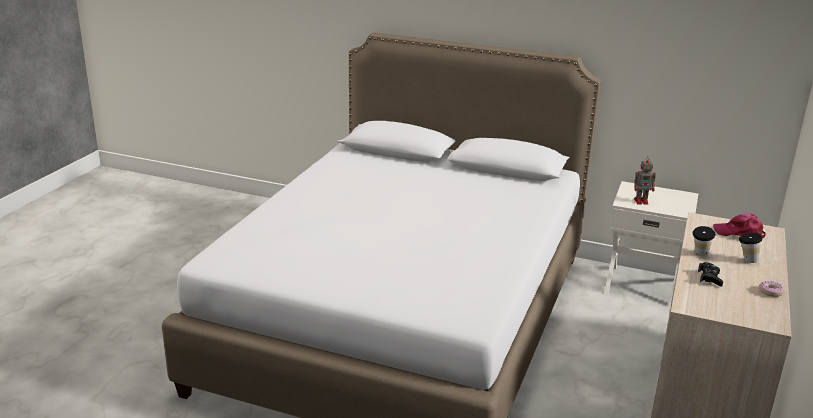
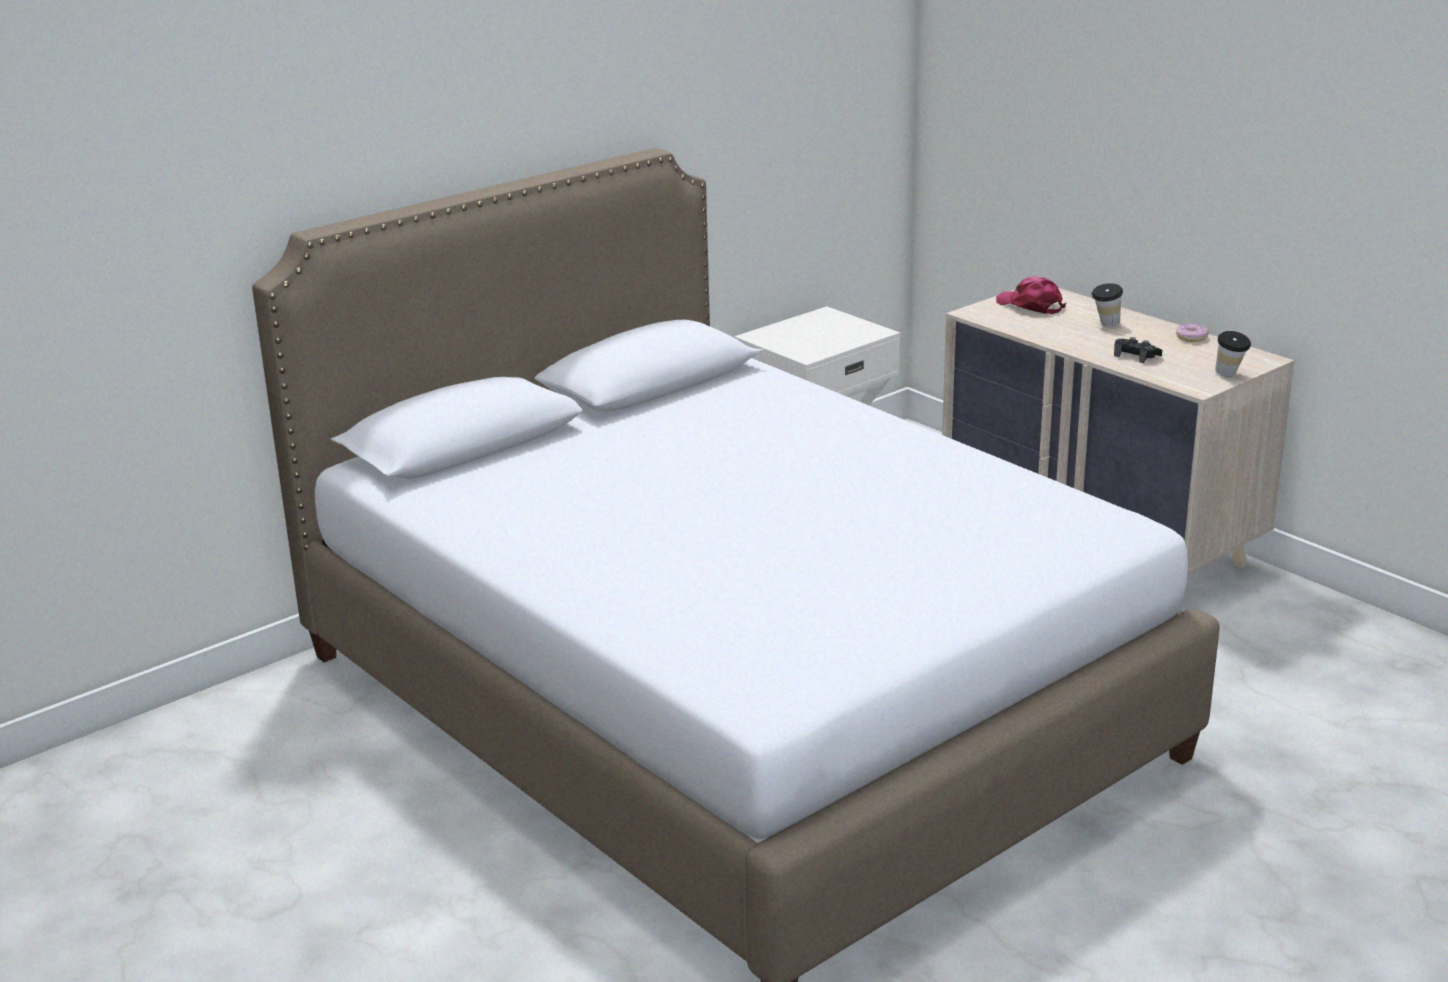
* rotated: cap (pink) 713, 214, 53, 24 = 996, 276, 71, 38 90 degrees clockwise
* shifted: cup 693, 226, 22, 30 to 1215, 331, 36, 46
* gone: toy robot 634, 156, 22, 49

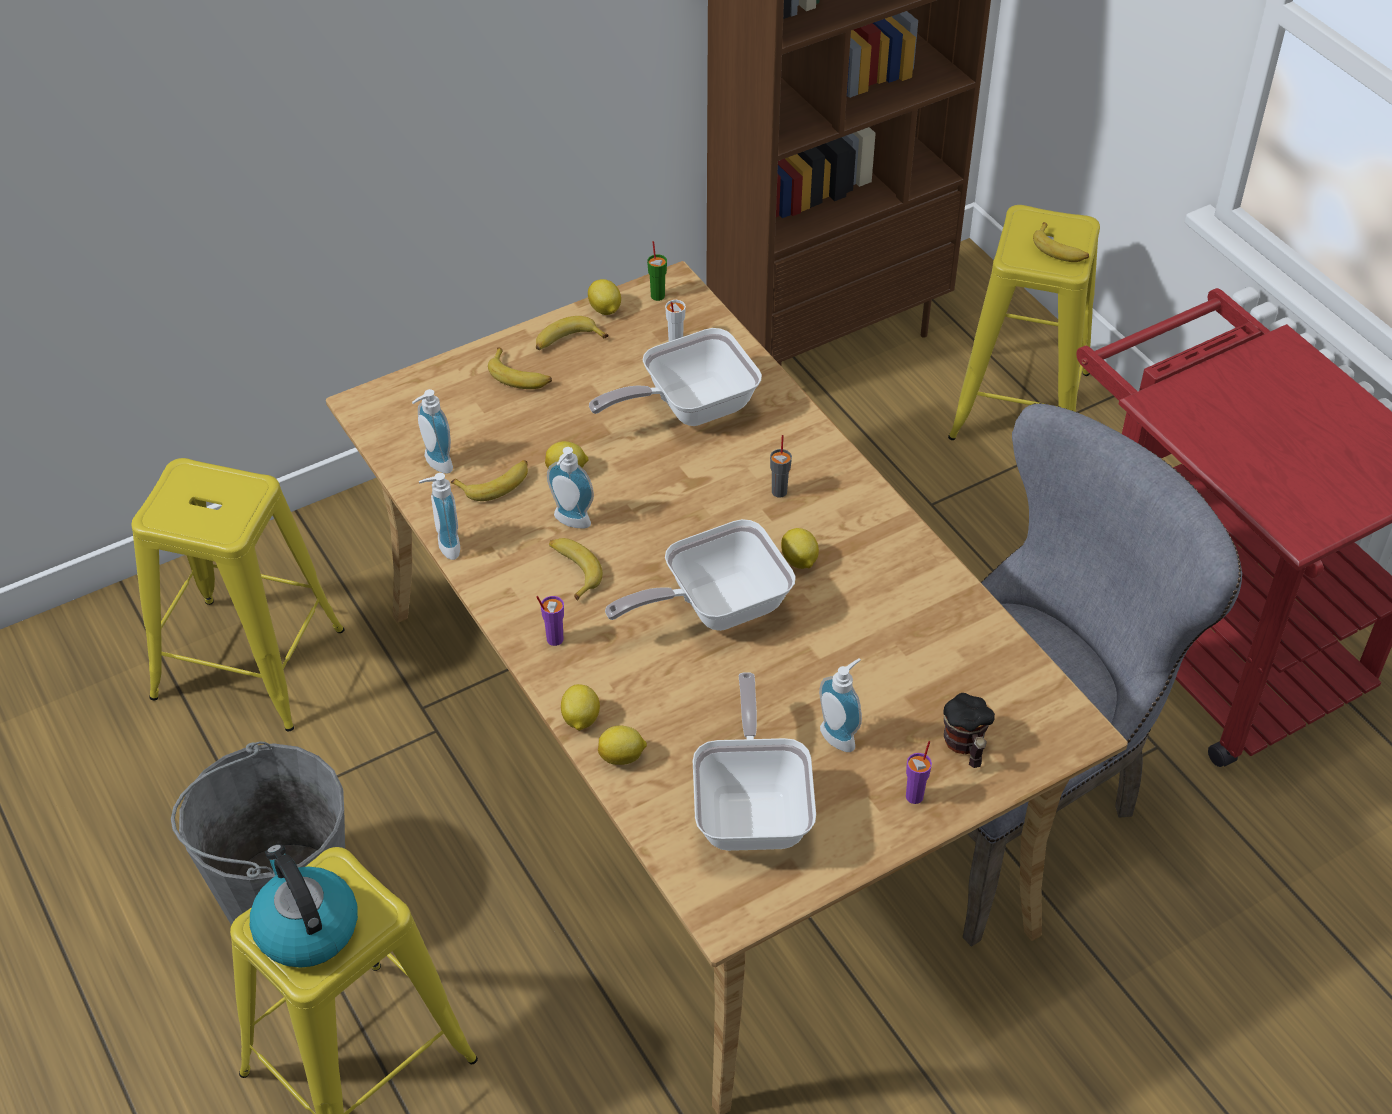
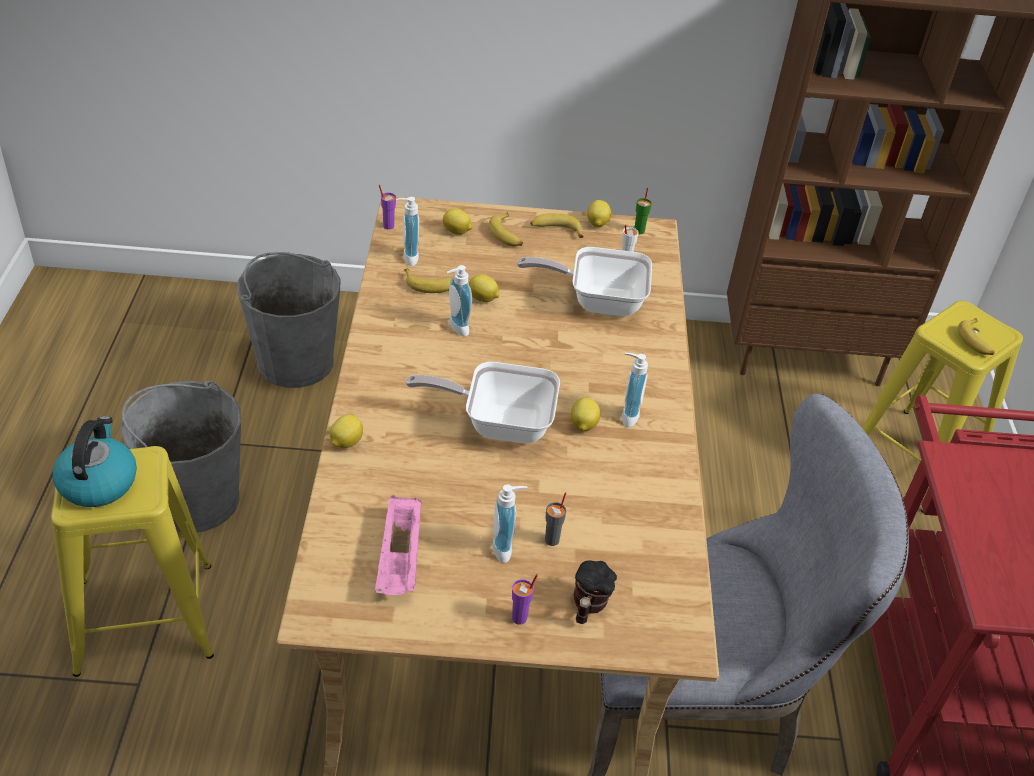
* swapped: stool (yellow) 132, 458, 212, 273 to bucket (grey) 237, 252, 104, 136
* swapped: frying pan 693, 672, 123, 179 to tray (pink) 375, 495, 47, 100
* shifted: cup (purple) 536, 596, 28, 50 to 379, 185, 17, 45
* shifted: lemon 598, 726, 49, 39 to 443, 208, 29, 27
* shifted: cup (grey) 770, 435, 22, 63 to 545, 492, 21, 54
* shifted: soap dispenser 419, 473, 41, 87 to 622, 353, 26, 74
* gone: banana 549, 538, 54, 63

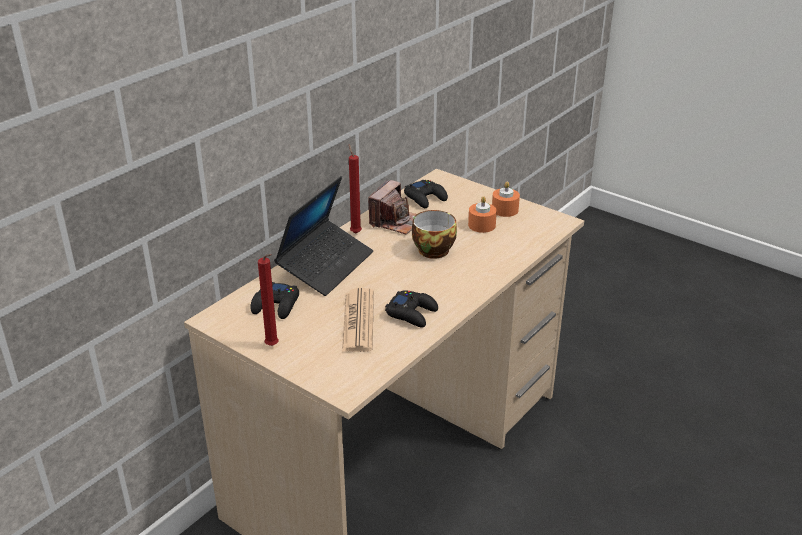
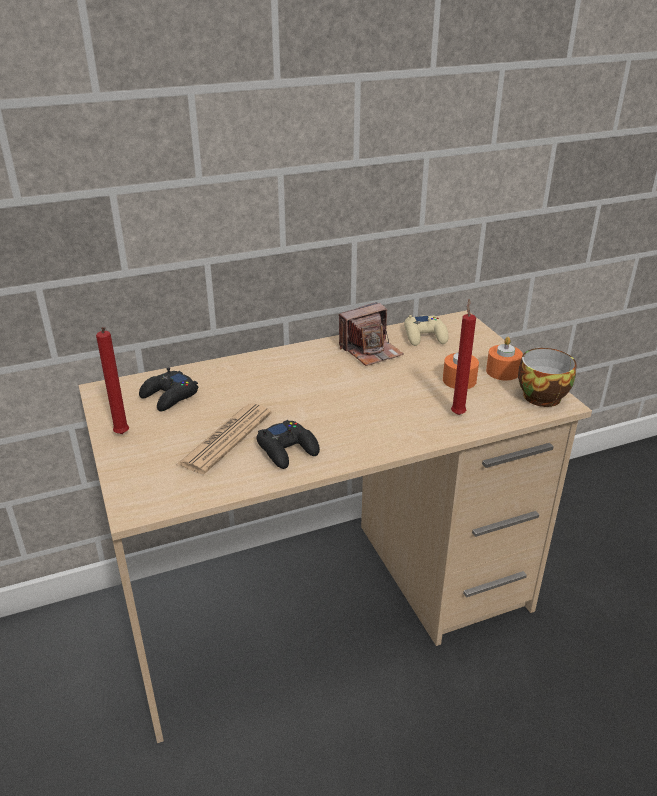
* repainted: game controller (black) 404, 180, 44, 28 to game controller (beige) 404, 315, 45, 31
* shifted: candle (red) 349, 144, 13, 89 to 451, 299, 25, 116
* shifted: cup 412, 210, 45, 49 to 518, 348, 59, 59
* gone: laptop 274, 176, 99, 120

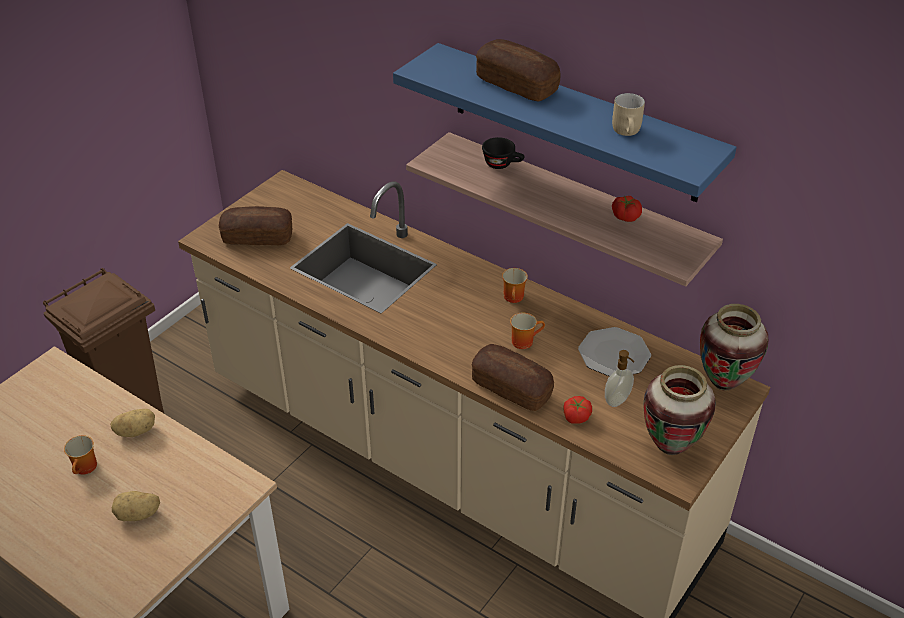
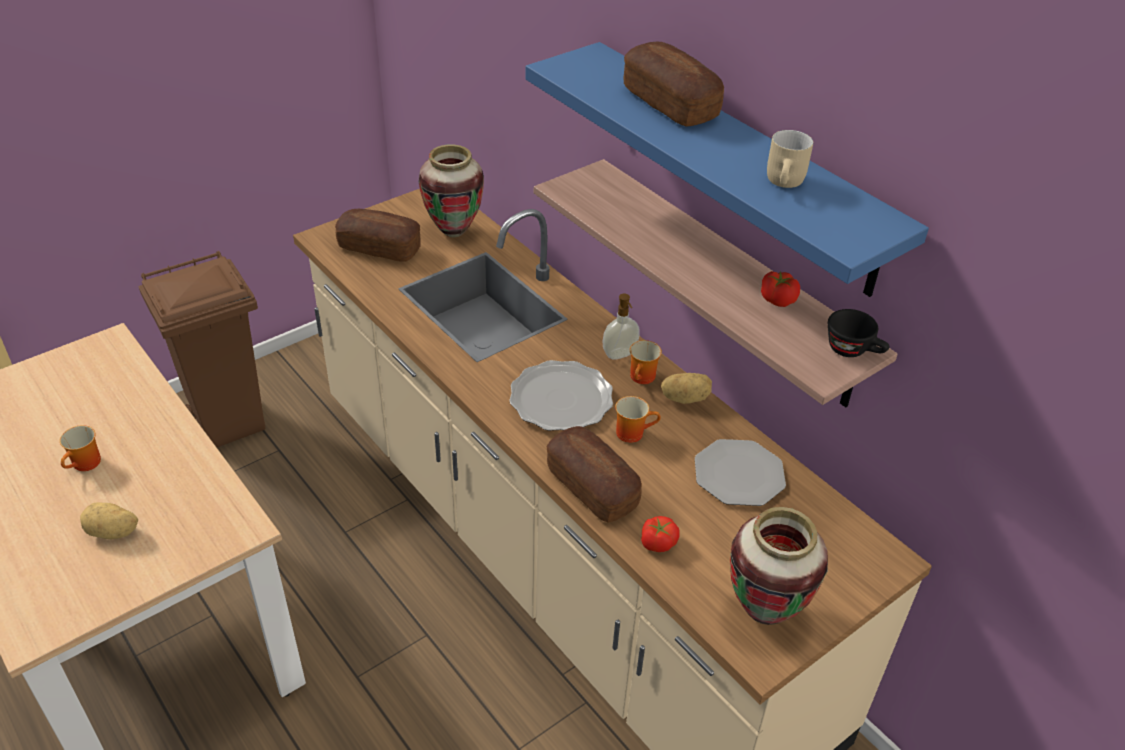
* shifted: vase 700, 304, 68, 87 to 419, 144, 65, 93
* new: plate 509, 360, 104, 71
* shifted: soap dispenser 605, 350, 29, 57 to 603, 294, 37, 66
* shifted: potato 110, 409, 45, 28 to 661, 373, 51, 31
* shifted: cup (black) 482, 137, 43, 32 to 828, 309, 62, 48

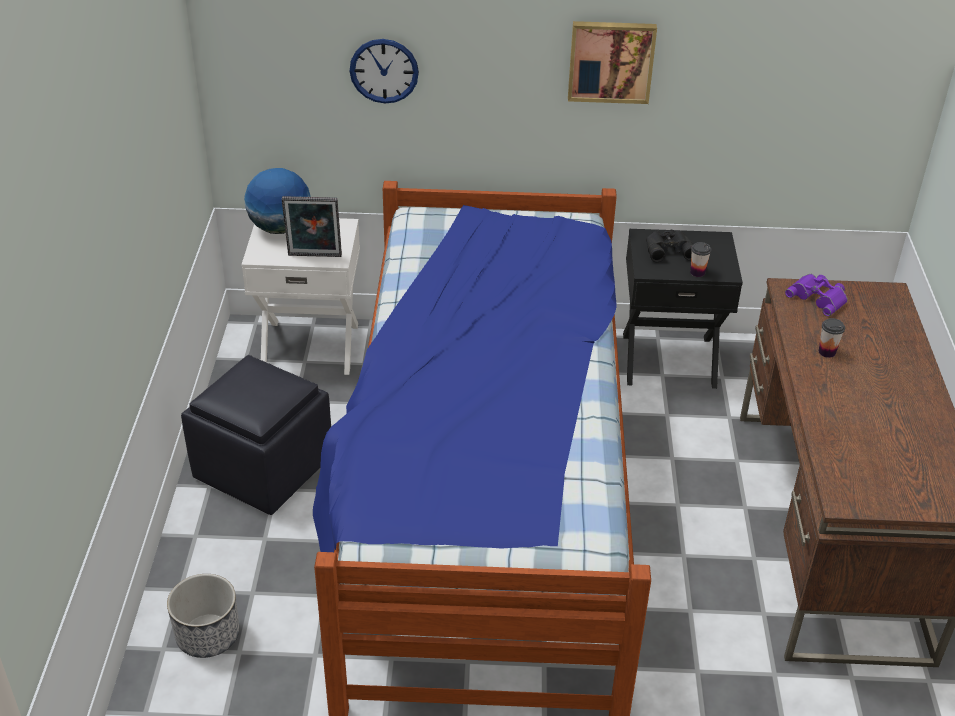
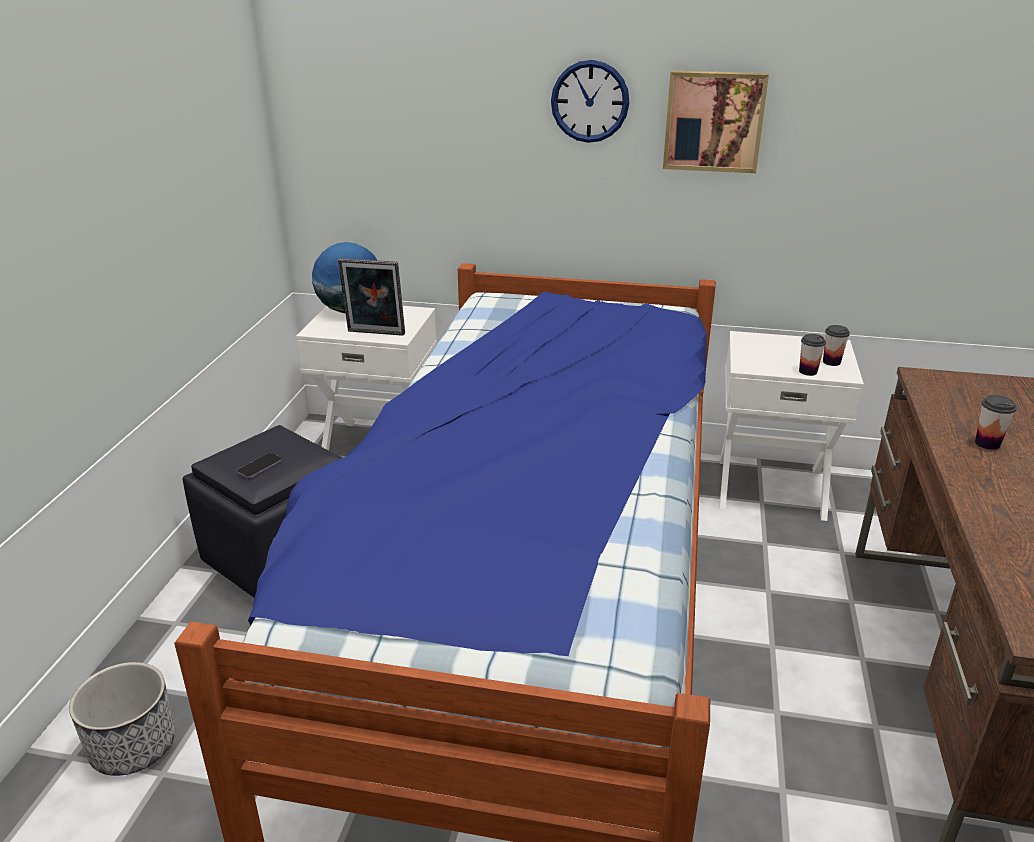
* new: phone 237, 453, 45, 25
* shifted: wall clock 350, 39, 69, 65 to 551, 60, 78, 83
* repainted: nightstand (black) 623, 229, 120, 160 to nightstand (white) 720, 331, 144, 190
* new: cup 823, 325, 27, 41
* gone: binoculars (black) 646, 230, 48, 32
* gone: binoculars (purple) 785, 274, 63, 42

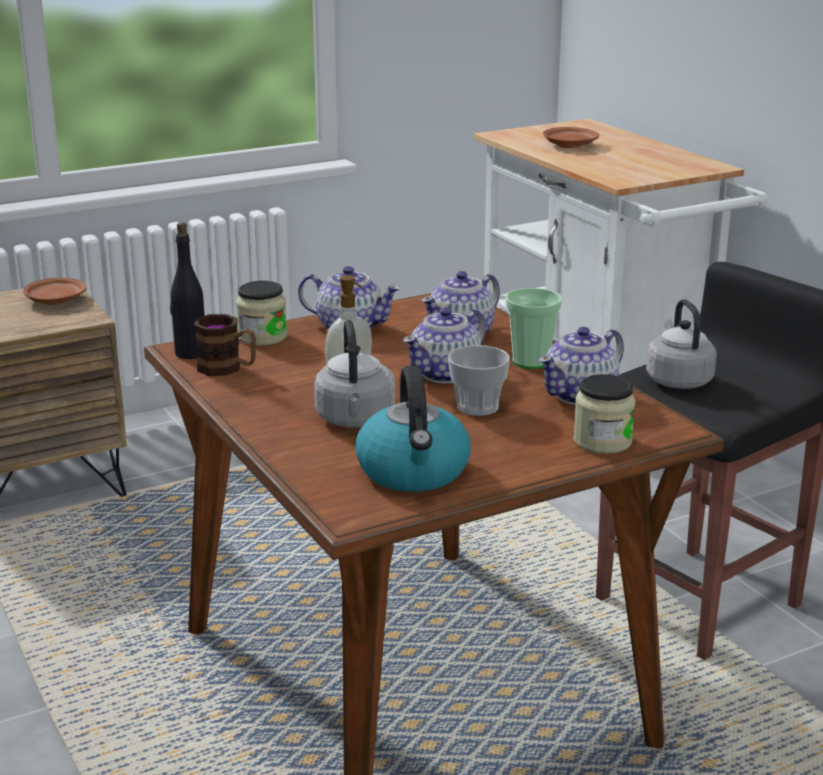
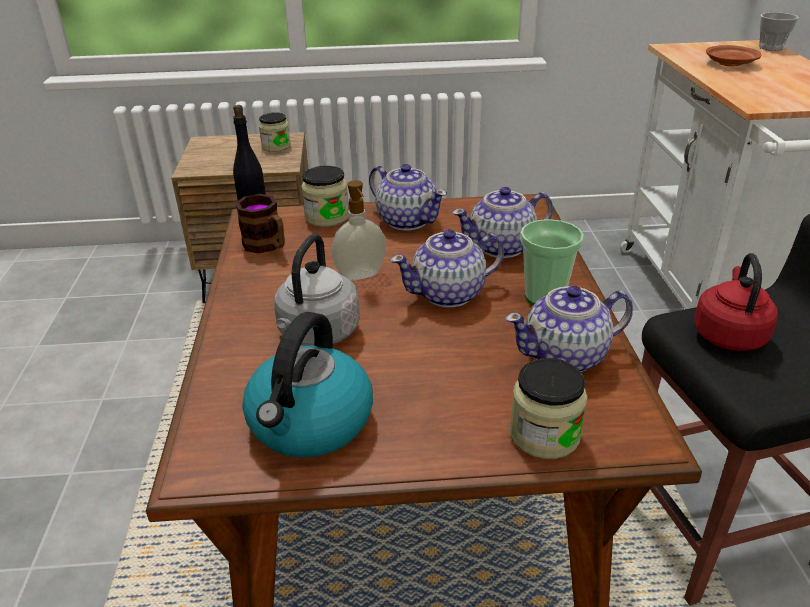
* swapped: plate (brown) 23, 278, 63, 27 to jar 259, 112, 32, 40
* repainted: kettle (grey) 646, 299, 71, 90 to kettle (red) 694, 253, 84, 98
* shifted: cup 448, 345, 62, 71 to 759, 12, 39, 39

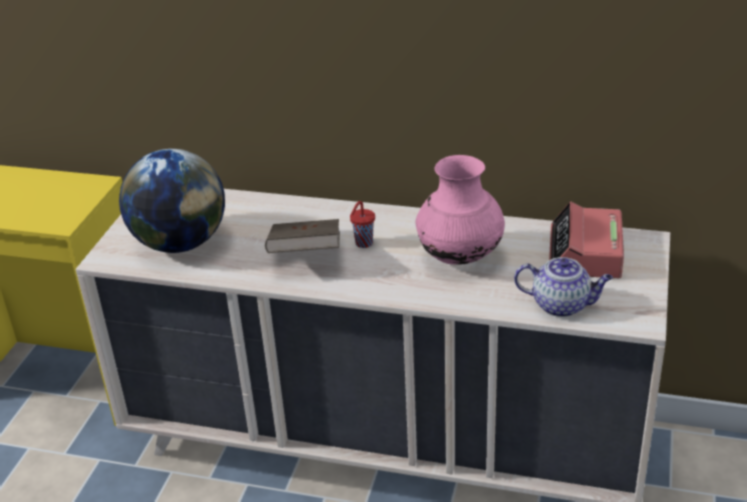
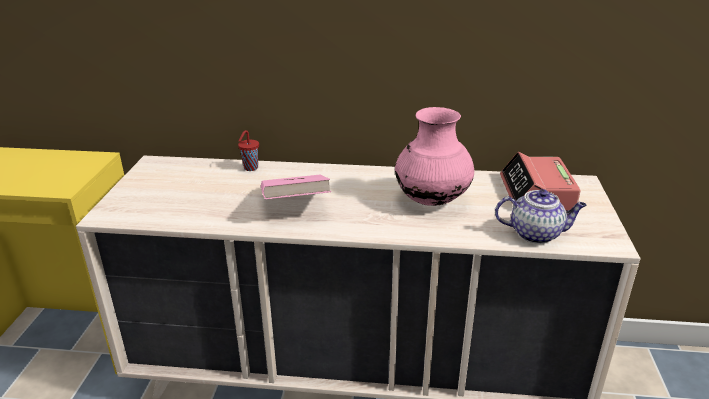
* shifted: cup (red) 350, 201, 25, 47 to 238, 130, 21, 41
* repainted: book (brown) 265, 219, 75, 34 to book (pink) 261, 175, 70, 24
* gone: globe 119, 149, 106, 104

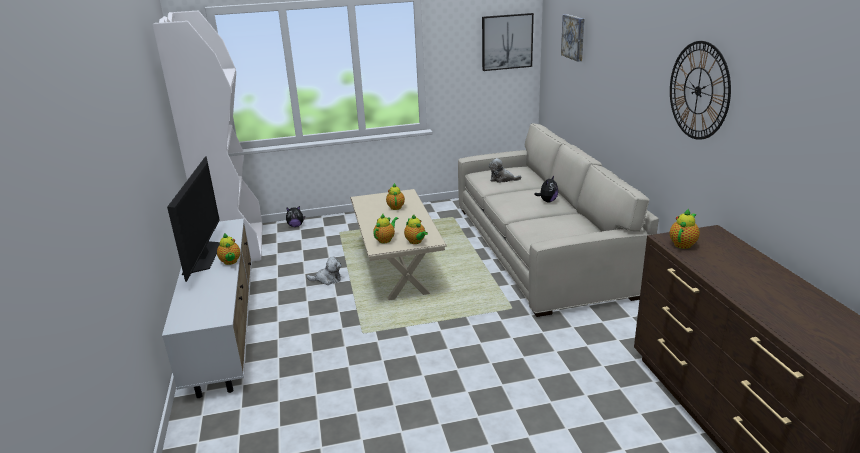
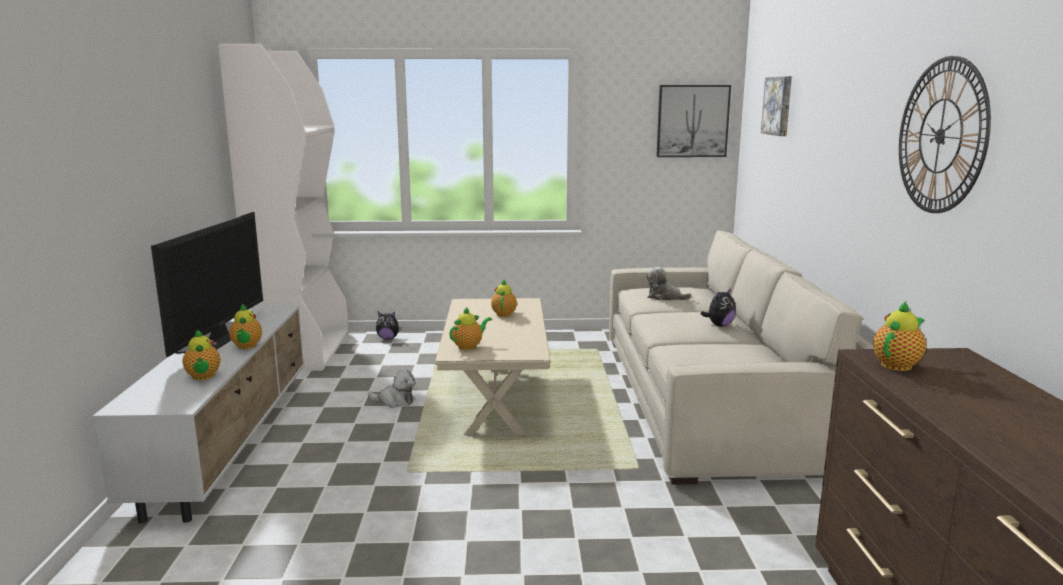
* shifted: teapot 404, 215, 24, 29 to 183, 329, 38, 51

